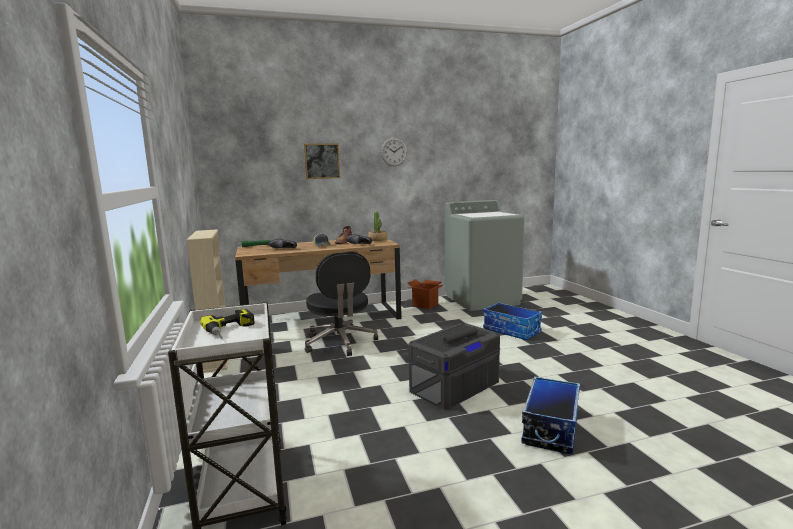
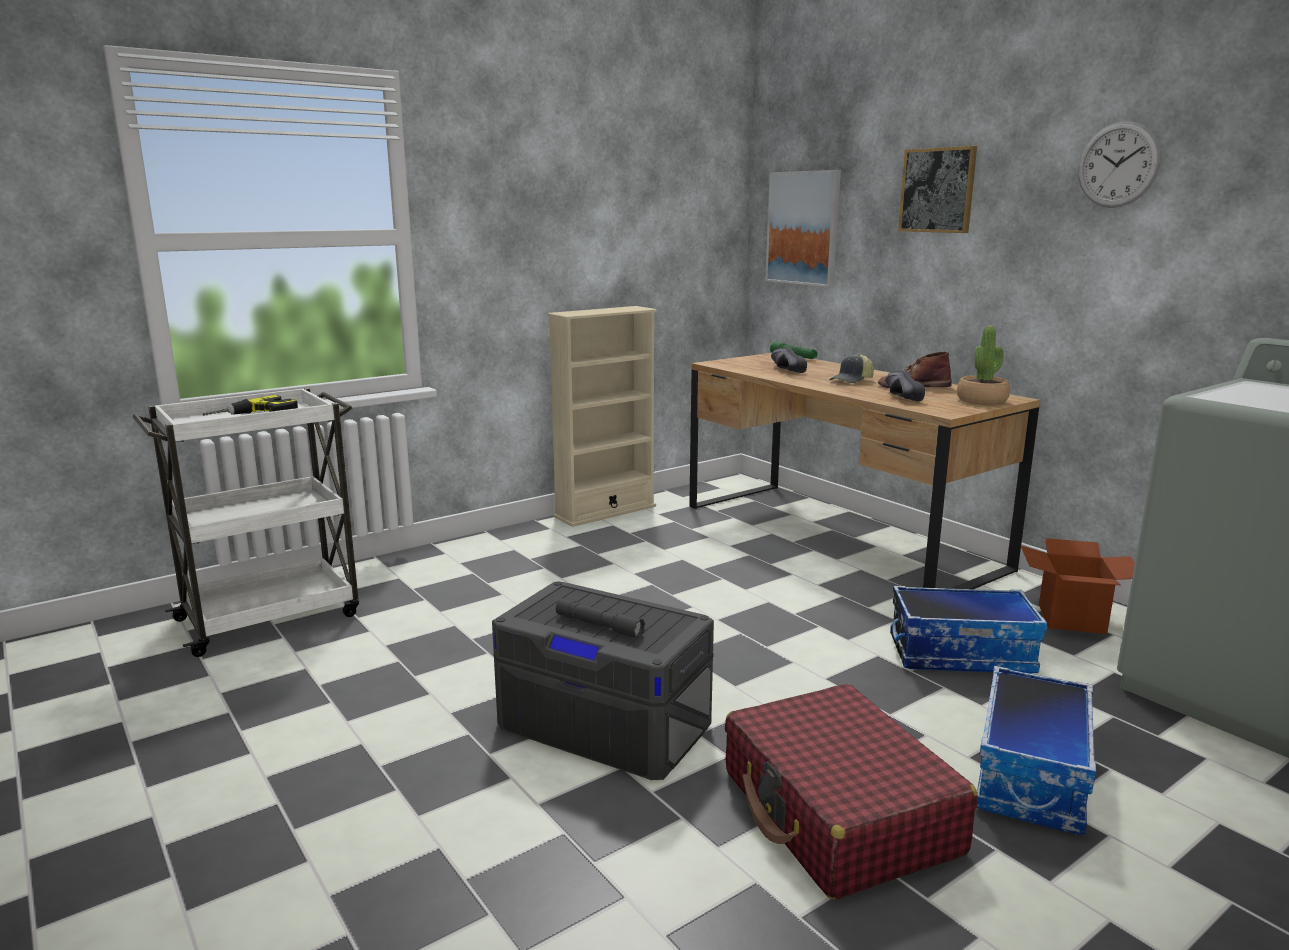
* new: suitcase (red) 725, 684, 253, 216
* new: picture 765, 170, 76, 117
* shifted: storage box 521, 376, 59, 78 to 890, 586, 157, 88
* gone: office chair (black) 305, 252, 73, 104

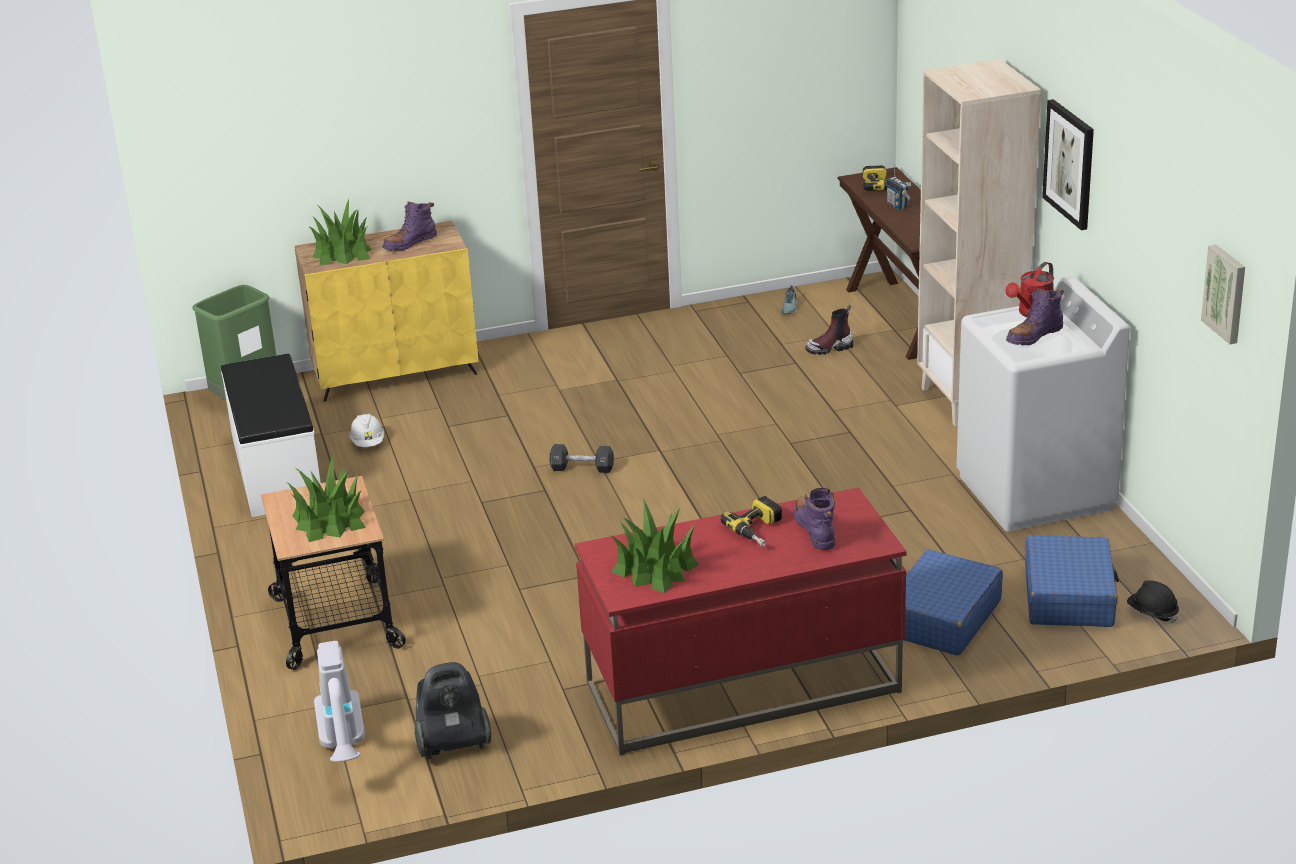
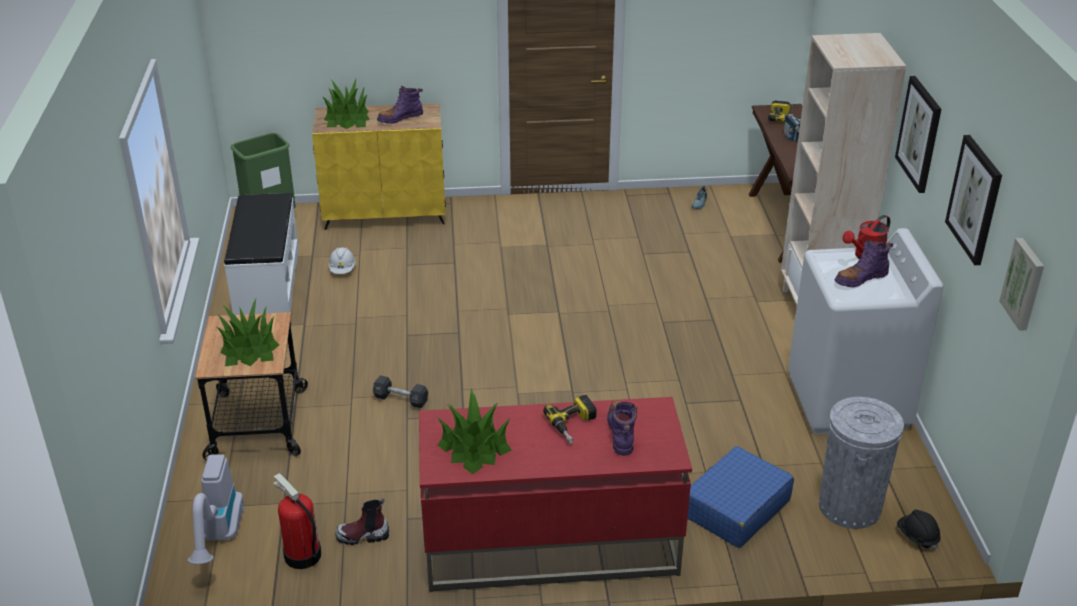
* swapped: vacuum cleaner 415, 662, 76, 97 to fire extinguisher 273, 473, 48, 96
* shifted: boot 805, 305, 49, 50 to 335, 498, 54, 47
* shifted: dumbbell (black) 550, 444, 64, 29 to 373, 375, 55, 33
* swapped: suitcase (blue) 1025, 535, 94, 92 to trash can (grey) 819, 397, 85, 132
* new: picture 945, 135, 57, 130

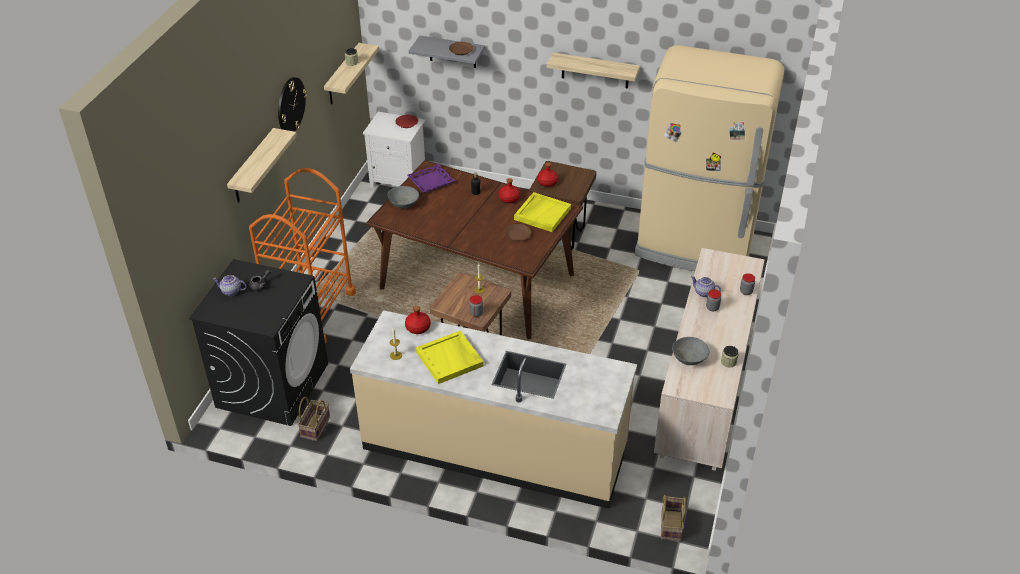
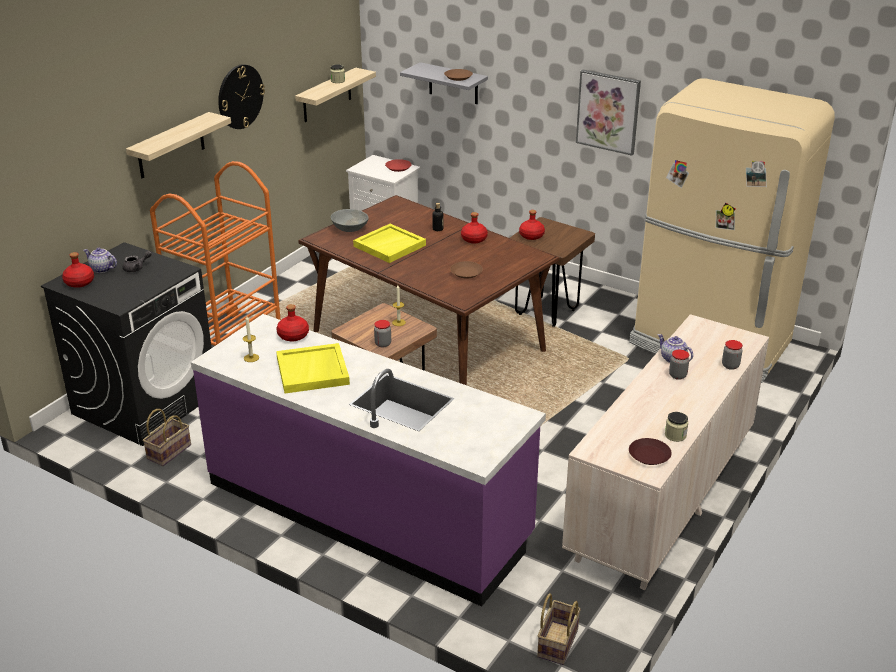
* new: bottle (red) 62, 252, 32, 36
* repainted: counter (beige) 350, 310, 287, 199 to counter (purple) 191, 314, 355, 293
* shifted: tray (yellow) 514, 192, 57, 40 to 353, 224, 73, 39
* swapped: shelf 547, 52, 93, 37 to picture 576, 70, 65, 86
* new: plate (brown) 629, 438, 43, 27
* gone: tray (purple) 407, 164, 49, 29
* gone: bowl (grey) 672, 337, 37, 28

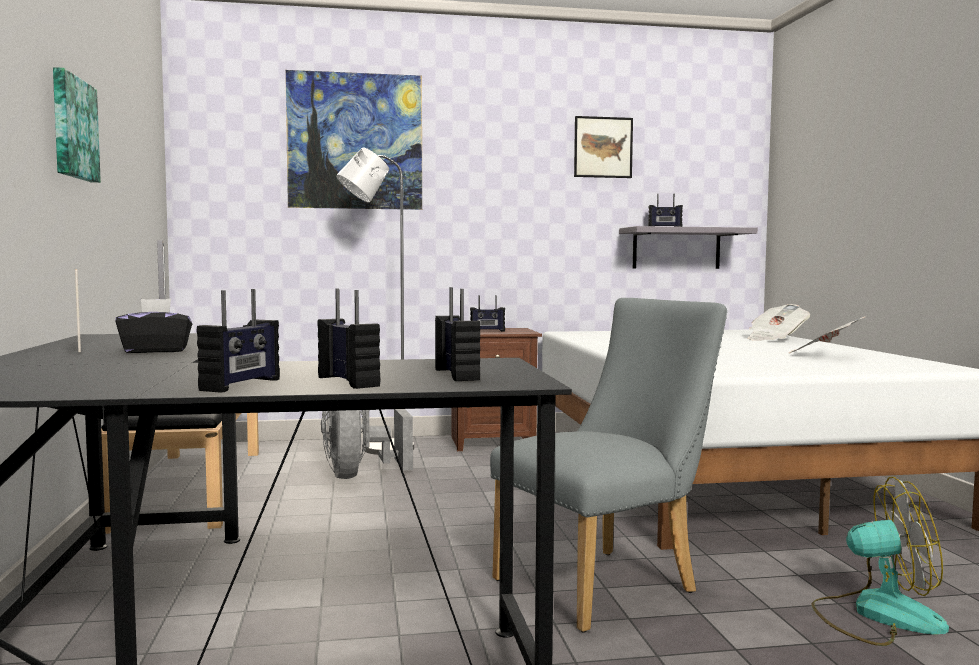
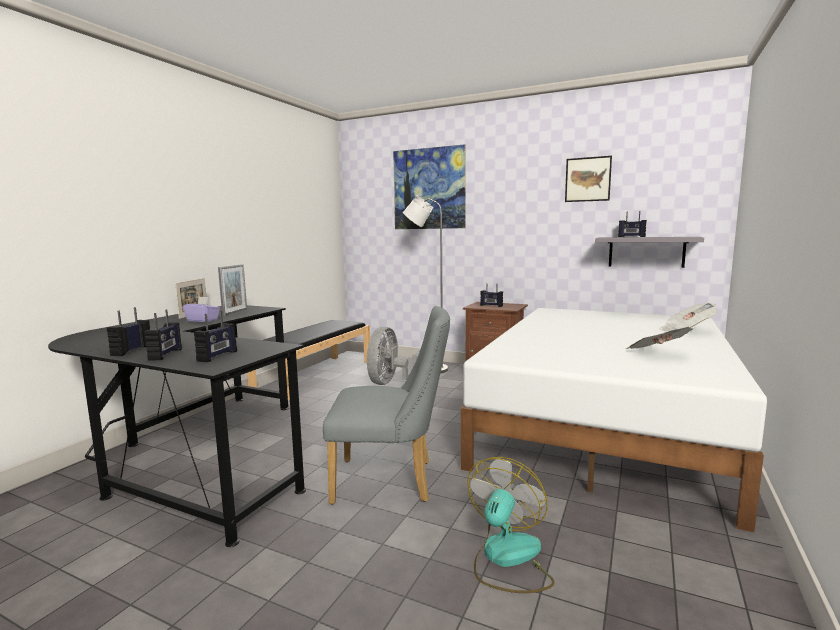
* rotated: radio 197, 289, 83, 104 = 107, 307, 43, 49 135 degrees clockwise
* repainted: tissue box (black) 115, 298, 77, 55 to tissue box (purple) 183, 297, 37, 25
* rotated: fan 812, 477, 137, 169 = 467, 457, 87, 136 105 degrees counterclockwise
* gone: picture 53, 67, 48, 116

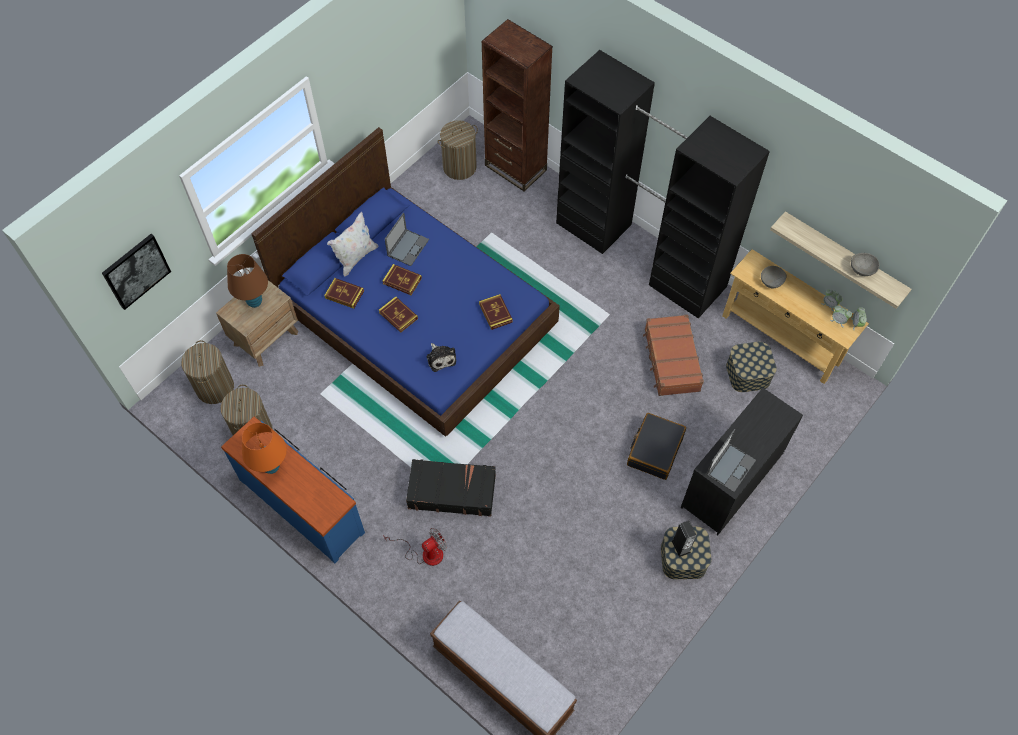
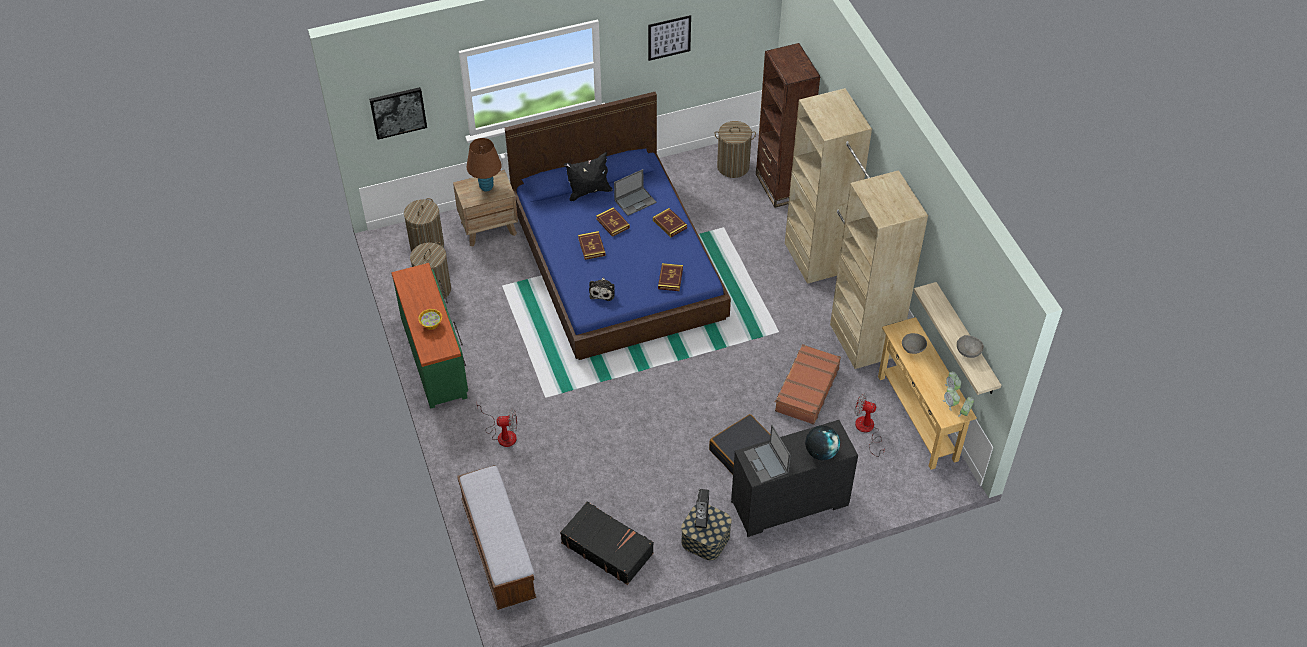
* repainted: dresser (blue) 221, 416, 144, 147 to dresser (green) 391, 263, 77, 146
* new: bowl 418, 309, 24, 21
* shifted: suitcase (black) 406, 459, 90, 58 to 560, 501, 94, 84
* repainted: pillow (white) 327, 211, 51, 65 to pillow (black) 564, 152, 49, 49
* new: picture 648, 15, 43, 46
* shifted: book 324, 278, 40, 31 to 653, 208, 34, 29
* rotated: laptop 706, 429, 50, 63 = 744, 425, 47, 58 90 degrees clockwise
* repainted: wardrobe (black) 556, 50, 214, 269 to wardrobe (beige) 785, 88, 143, 281
* new: globe 805, 426, 35, 34
* swapped: storage box 726, 342, 51, 50 to fan 854, 393, 32, 64
* gone: table lamp (orange) 242, 423, 45, 51

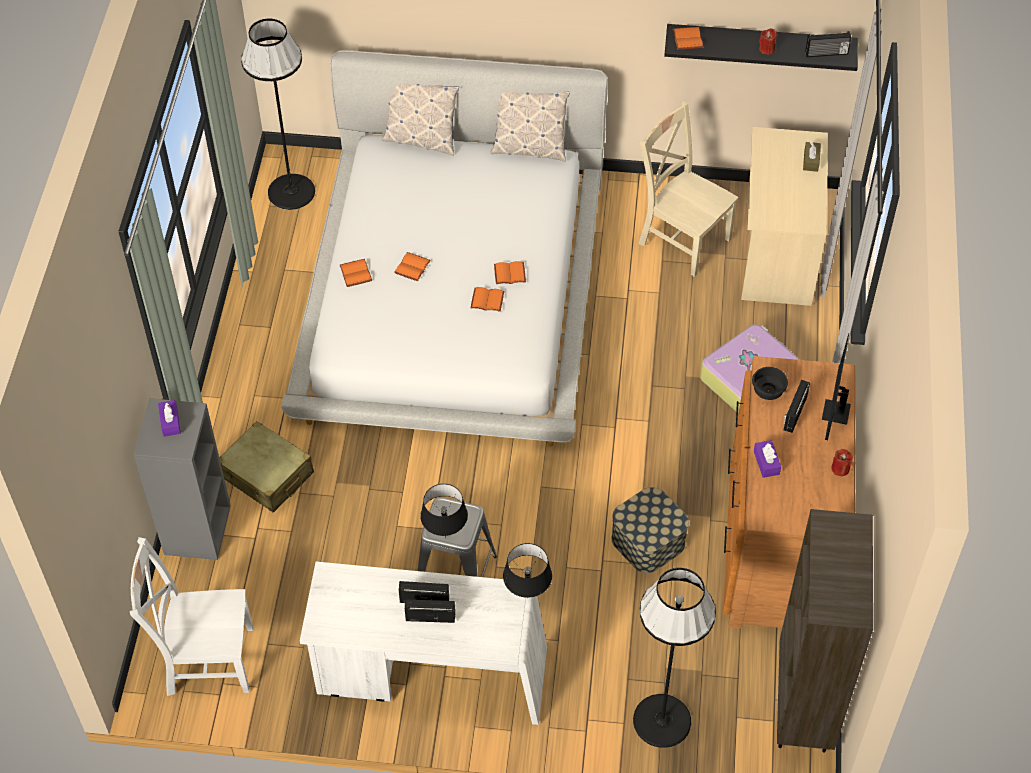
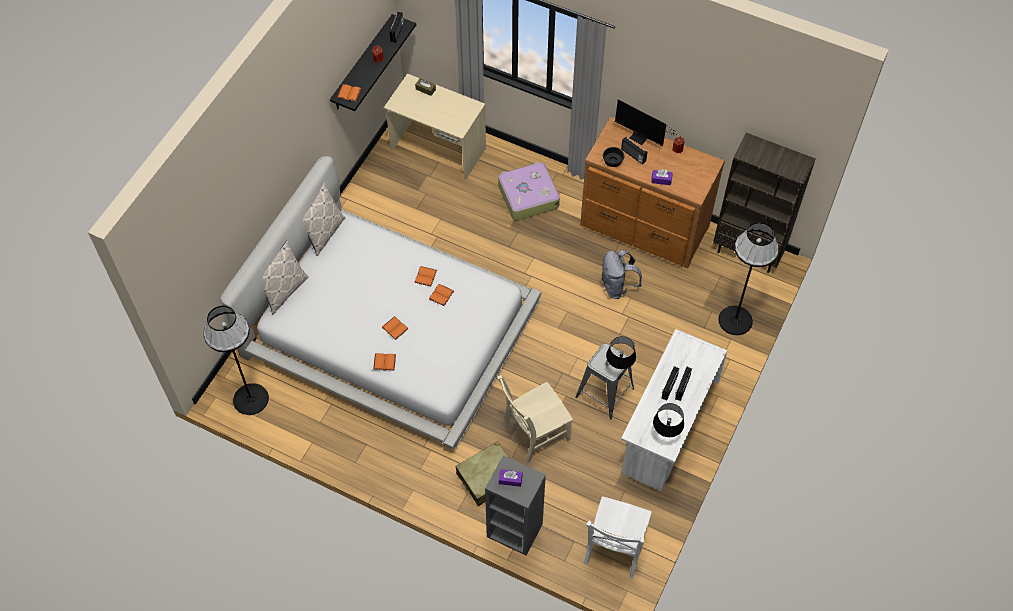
* shifted: chair (beige) 638, 101, 101, 176 to 497, 375, 76, 89
* swapped: storage box 611, 487, 78, 86 to backpack (grey) 601, 250, 41, 49
* shifted: table lamp (black) 503, 543, 49, 56 to 653, 403, 31, 34

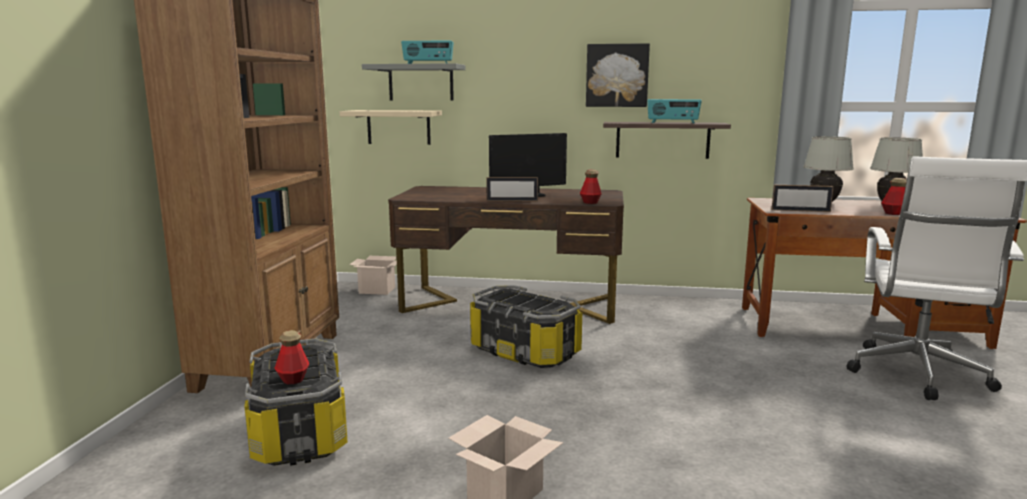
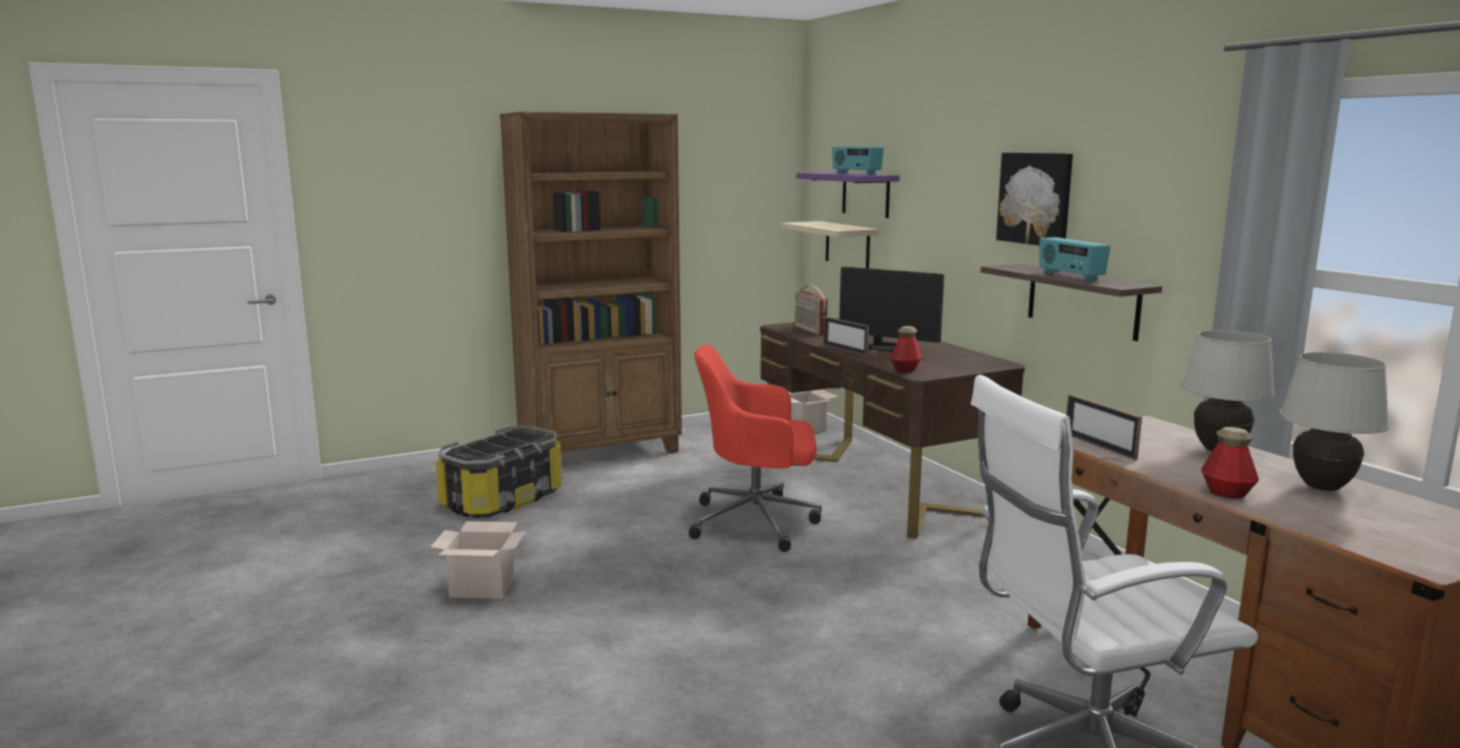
* swapped: storage box 470, 285, 112, 83 to office chair (red) 689, 345, 133, 207
* new: radio 795, 285, 33, 50
* repainted: shelf (grey) 362, 63, 104, 38 to shelf (purple) 796, 172, 104, 46
* gone: bottle 274, 330, 36, 54

